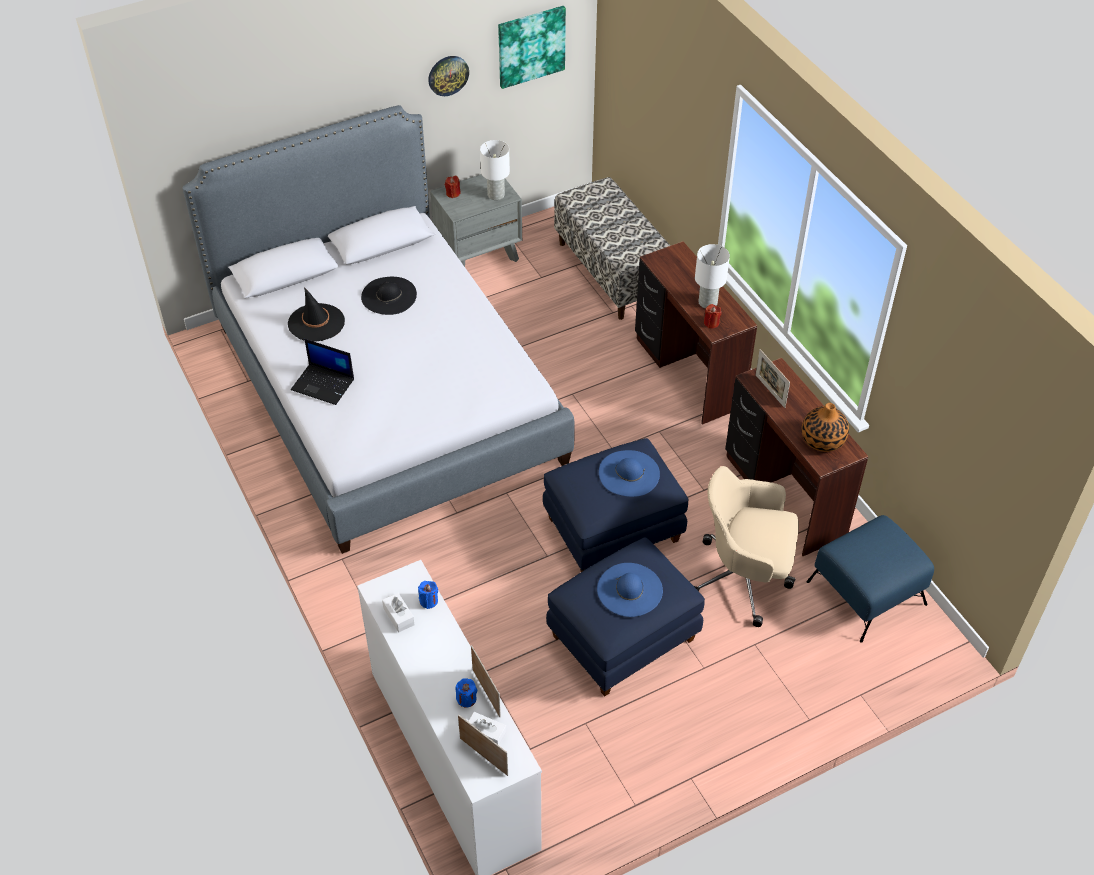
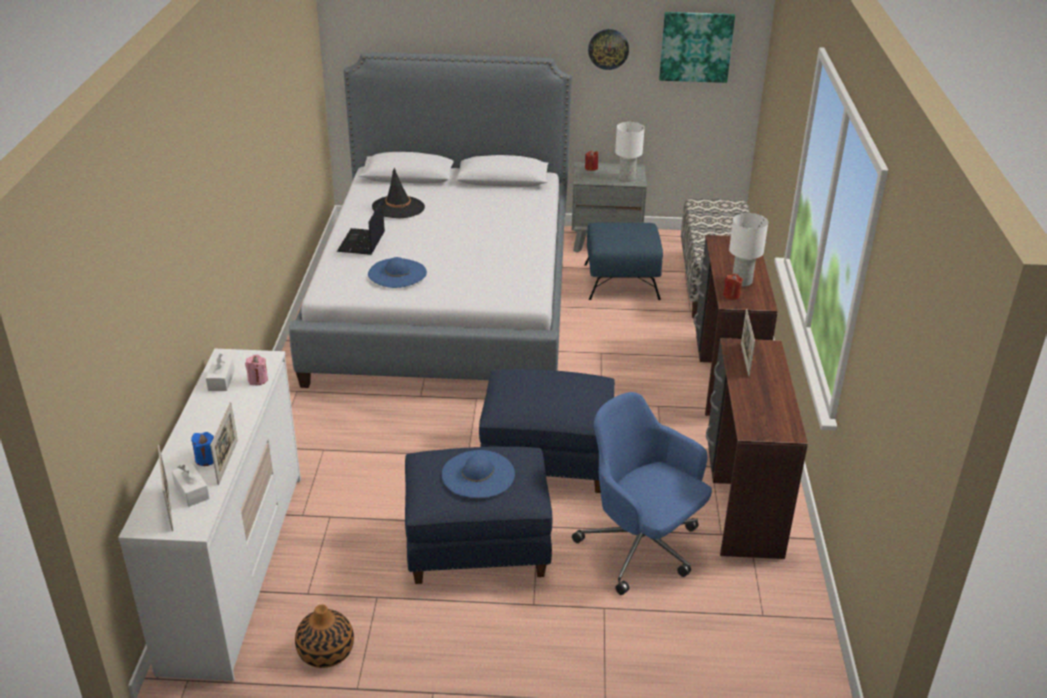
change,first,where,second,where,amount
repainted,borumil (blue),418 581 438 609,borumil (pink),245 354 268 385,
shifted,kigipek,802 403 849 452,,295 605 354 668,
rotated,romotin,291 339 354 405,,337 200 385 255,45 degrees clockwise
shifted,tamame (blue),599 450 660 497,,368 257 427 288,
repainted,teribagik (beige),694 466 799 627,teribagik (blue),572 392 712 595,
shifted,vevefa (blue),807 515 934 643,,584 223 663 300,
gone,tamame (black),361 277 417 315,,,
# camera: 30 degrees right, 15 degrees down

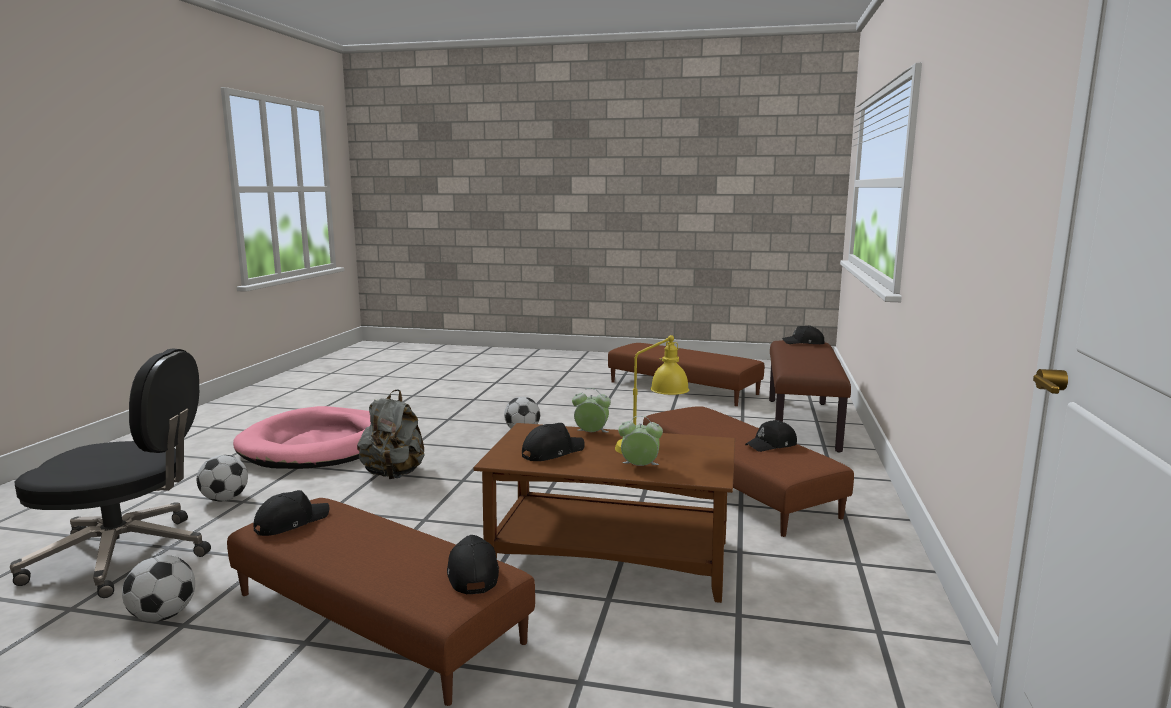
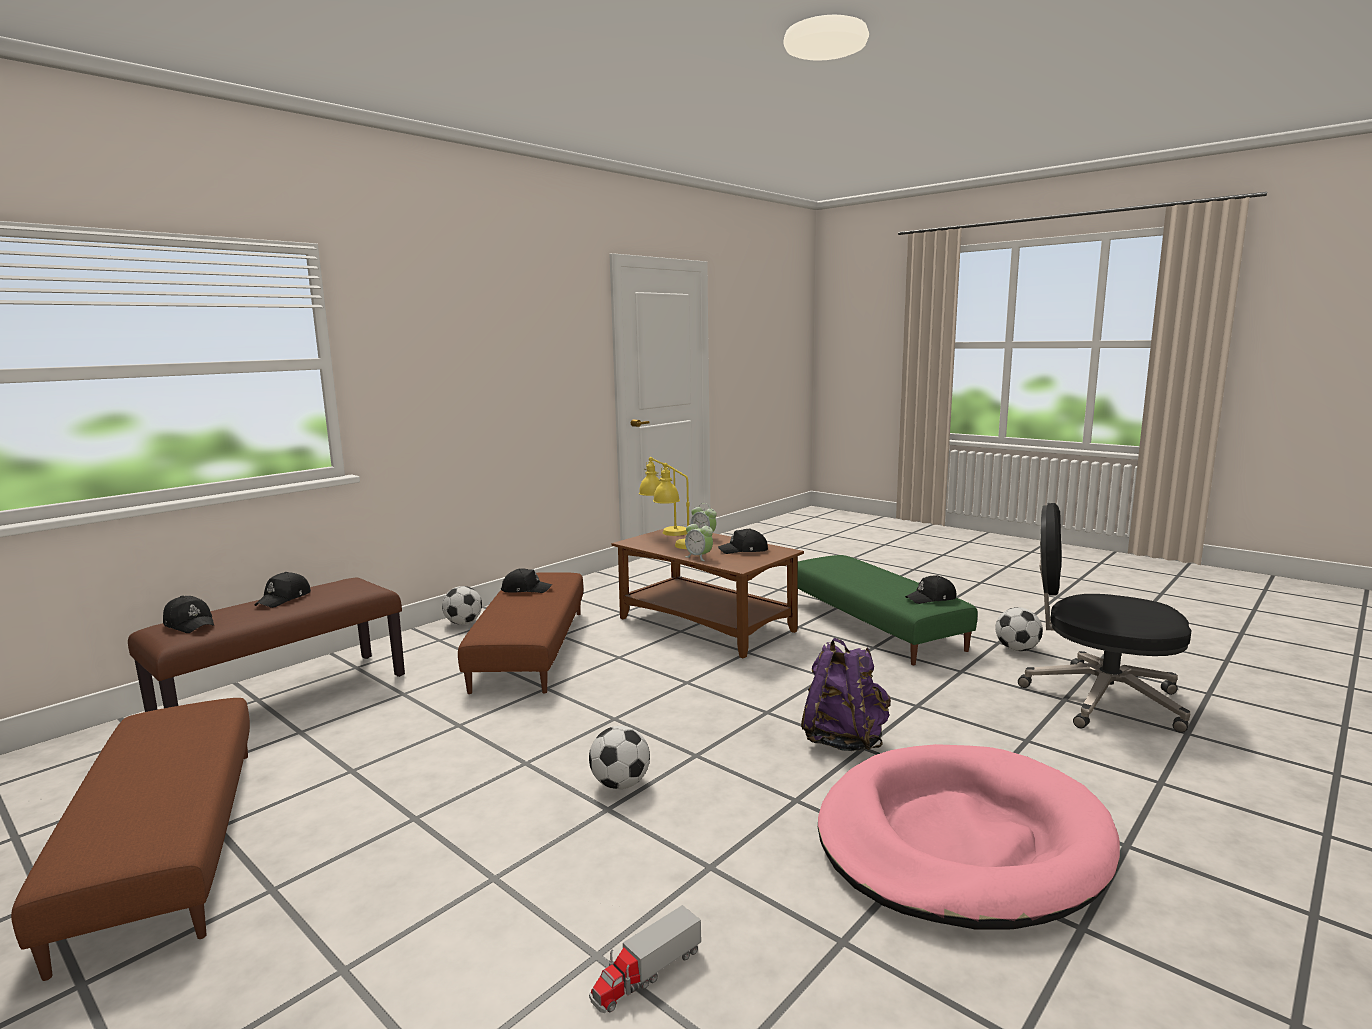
change,first,where,second,where,amount
shifted,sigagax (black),447 535 499 594,,254 572 311 608,
shifted,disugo,197 455 248 501,,442 586 482 625,
new,,,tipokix,589 905 701 1013,
new,,,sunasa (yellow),639 457 687 536,
repainted,vevefa (brown),227 498 535 706,vevefa (green),797 555 977 665,
repainted,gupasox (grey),357 389 425 479,gupasox (purple),801 638 891 751,
# camera: 150 degrees left, 0 degrees up

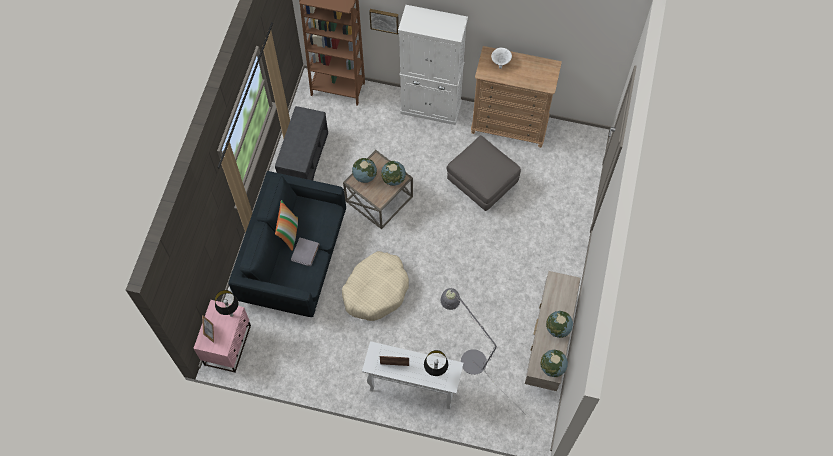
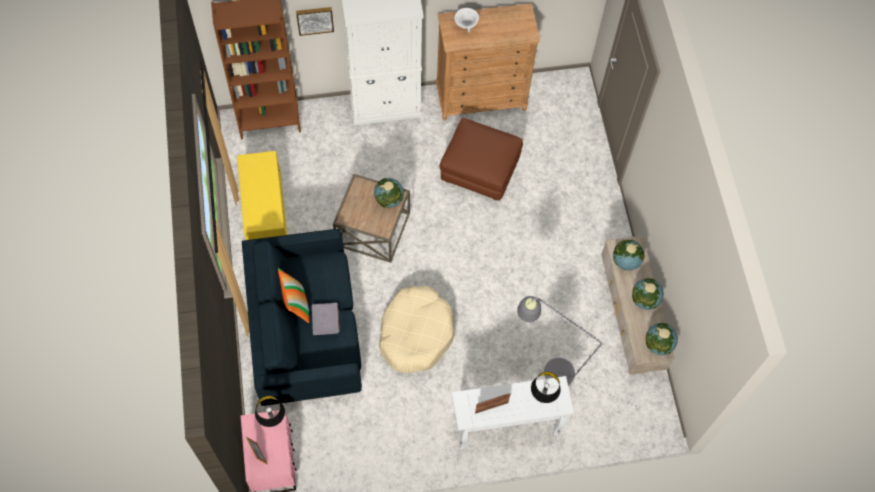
change,first,where,second,where,amount
repainted,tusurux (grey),275 106 328 180,tusurux (yellow),237 151 287 240,
repainted,vevefa (grey),446 135 521 211,vevefa (brown),440 118 523 201,
shifted,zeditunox,352 158 377 183,,613 240 645 270,
# camera: 25 degrees left, 0 degrees up

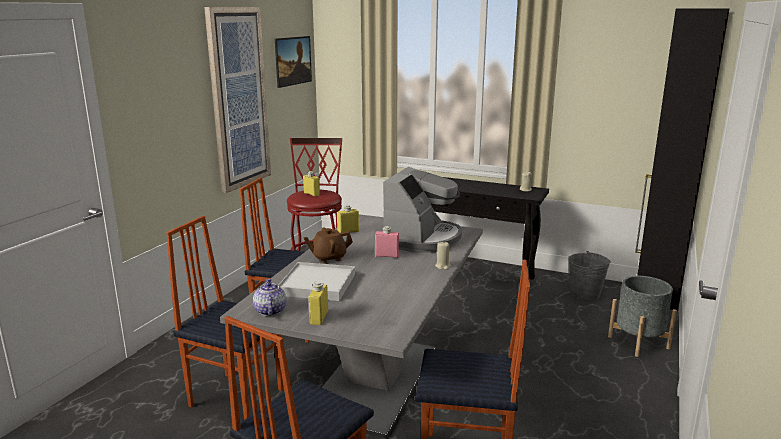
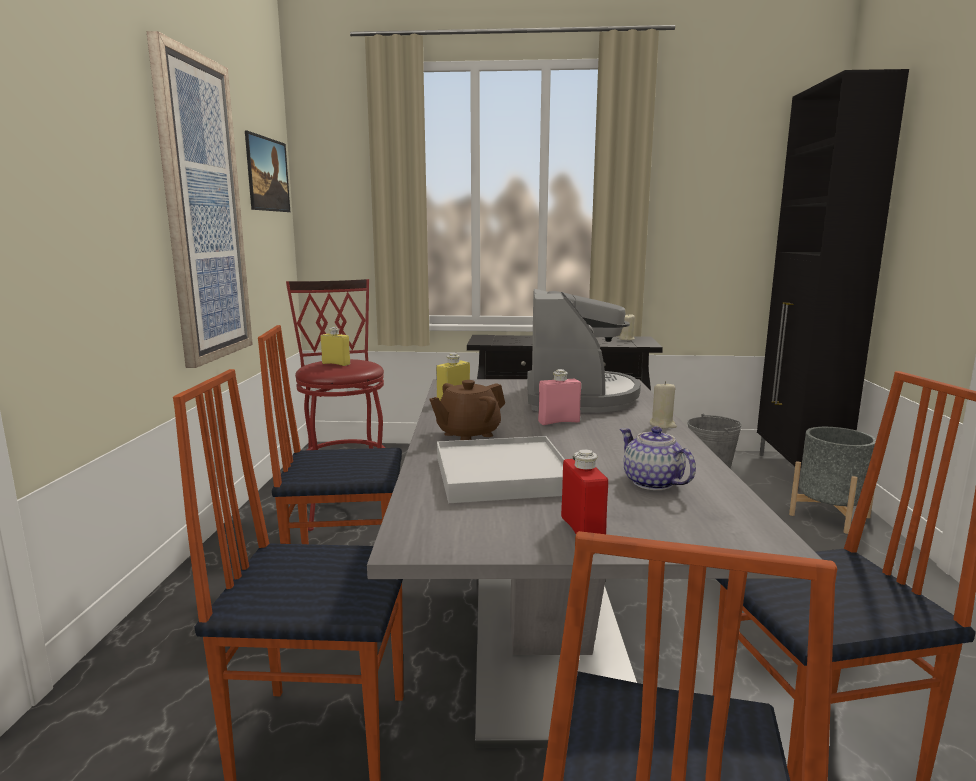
change,first,where,second,where,amount
repainted,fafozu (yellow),309 281 328 325,fafozu (red),561 449 608 534,
shifted,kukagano,253 279 286 316,,620 427 696 490,
# camera: 20 degrees left, 5 degrees down

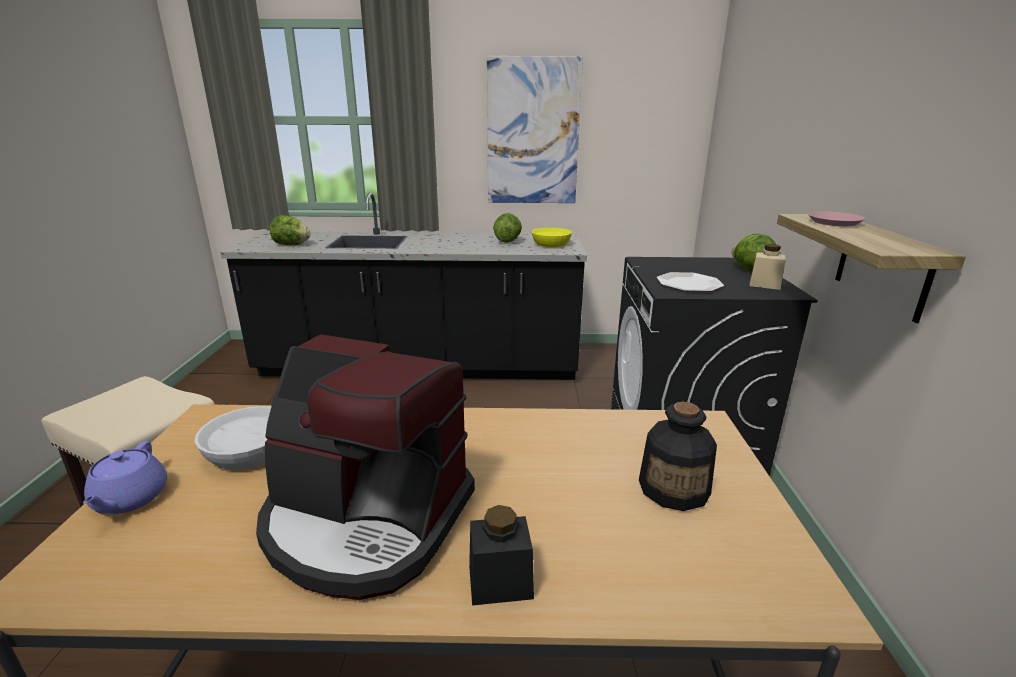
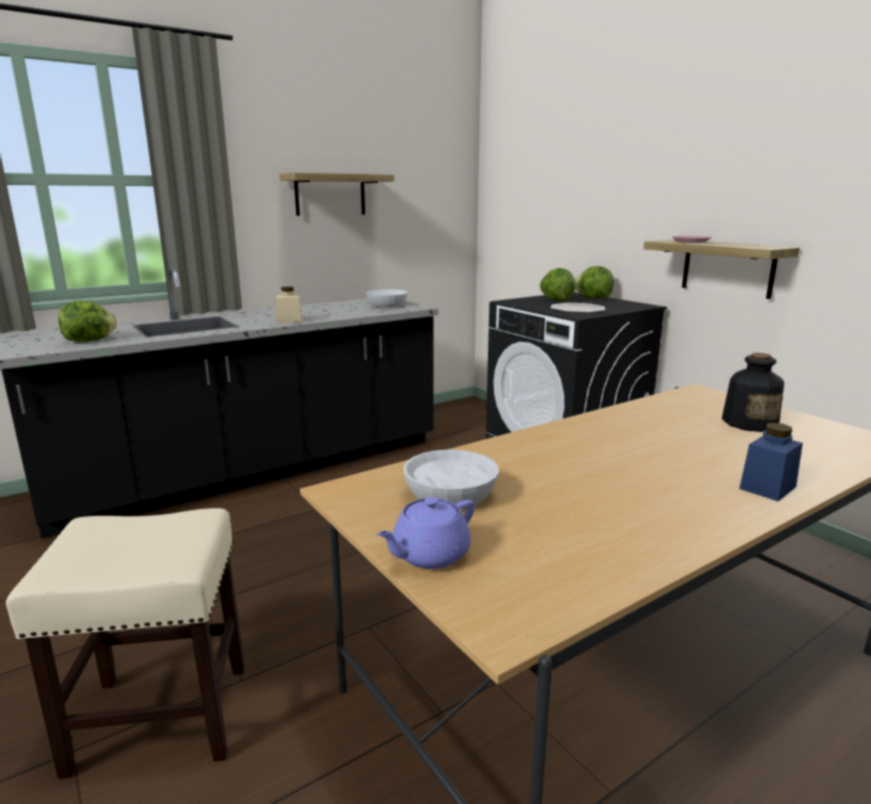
change,first,where,second,where,amount
shifted,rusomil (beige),749 244 786 290,,276 286 302 324,
swapped,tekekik,487 56 583 203,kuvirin,279 173 394 216,
repainted,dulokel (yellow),532 228 572 247,dulokel (white),366 289 408 308,
rotated,kukagano (purple),83 441 167 514,,376 497 475 569,90 degrees clockwise
shifted,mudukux,493 213 522 243,,539 268 576 301,
repainted,rusomil (black),469 505 534 606,rusomil (blue),739 423 803 501,
gone,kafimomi,256 334 475 600,,,
# camera: 35 degrees left, 5 degrees down

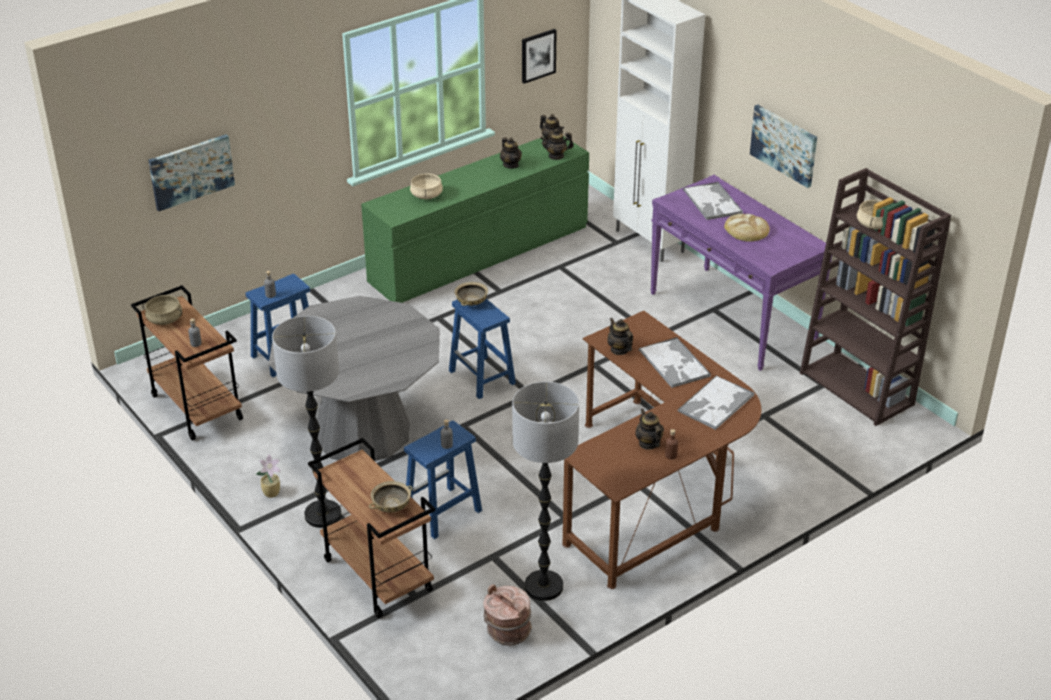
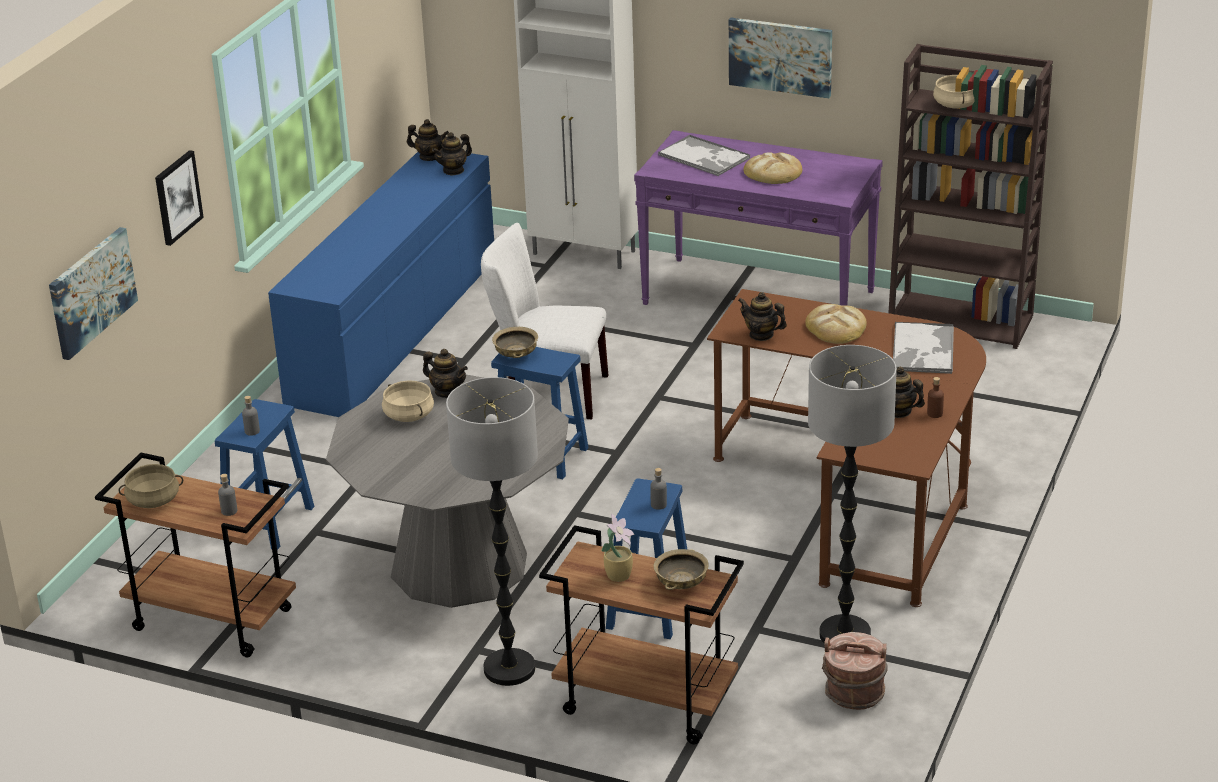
change,first,where,second,where,amount
shifted,tekekik,522 29 557 84,,155 150 204 246,
repainted,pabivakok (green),361 136 589 303,pabivakok (blue),268 152 494 417,
shifted,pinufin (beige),410 173 443 199,,382 380 434 422,
shifted,kukagano,500 137 522 169,,423 349 468 398,
new,,,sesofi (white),481 223 608 419,
shifted,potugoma,256 454 280 498,,601 514 634 582,
swapped,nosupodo,639 337 711 388,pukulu,805 304 867 344,
# camera: 30 degrees left, 5 degrees down

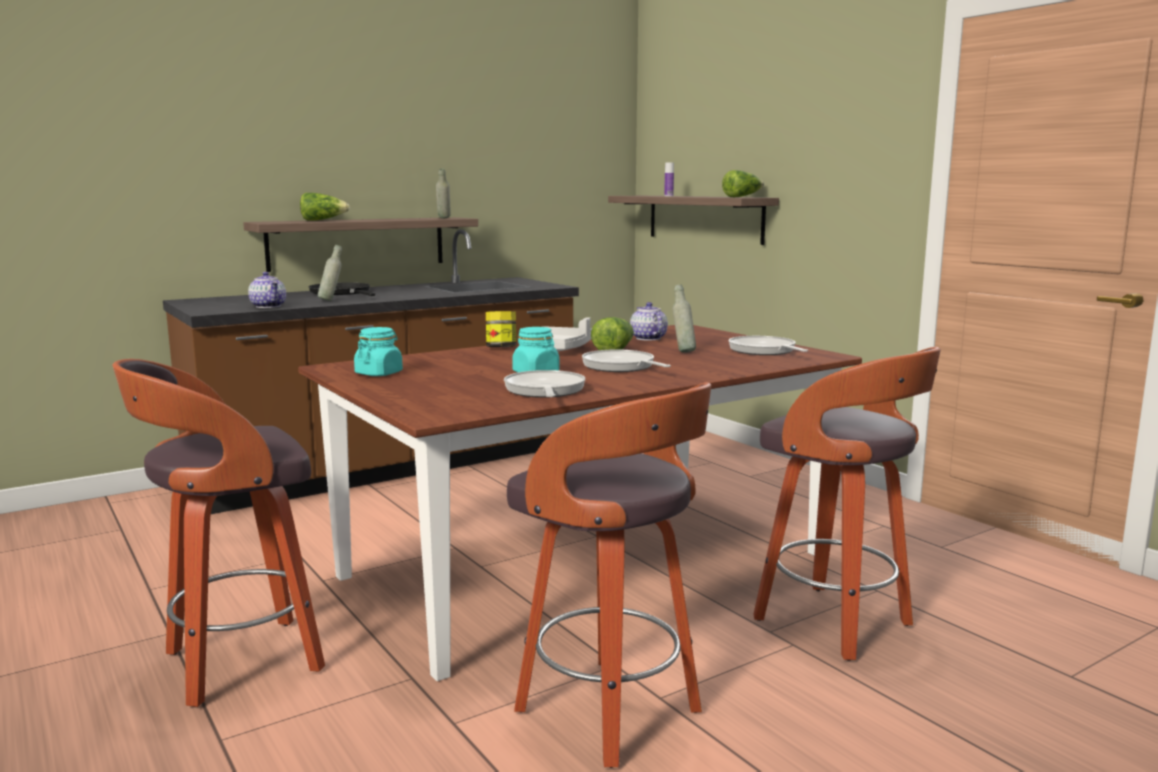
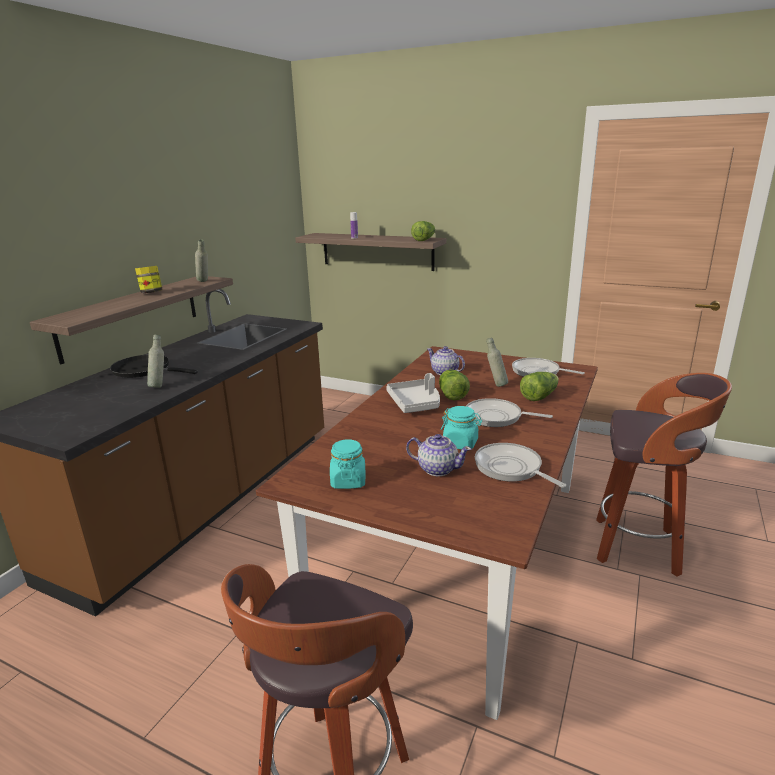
change,first,where,second,where,amount
shifted,rusomil,486 311 516 347,,135 266 163 293,
shifted,kukagano,248 272 286 308,,406 434 471 476,
shifted,mudukux,300 193 350 221,,520 372 559 401,
gone,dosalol,507 382 711 768,,,
# camera: 30 degrees left, 10 degrees up

